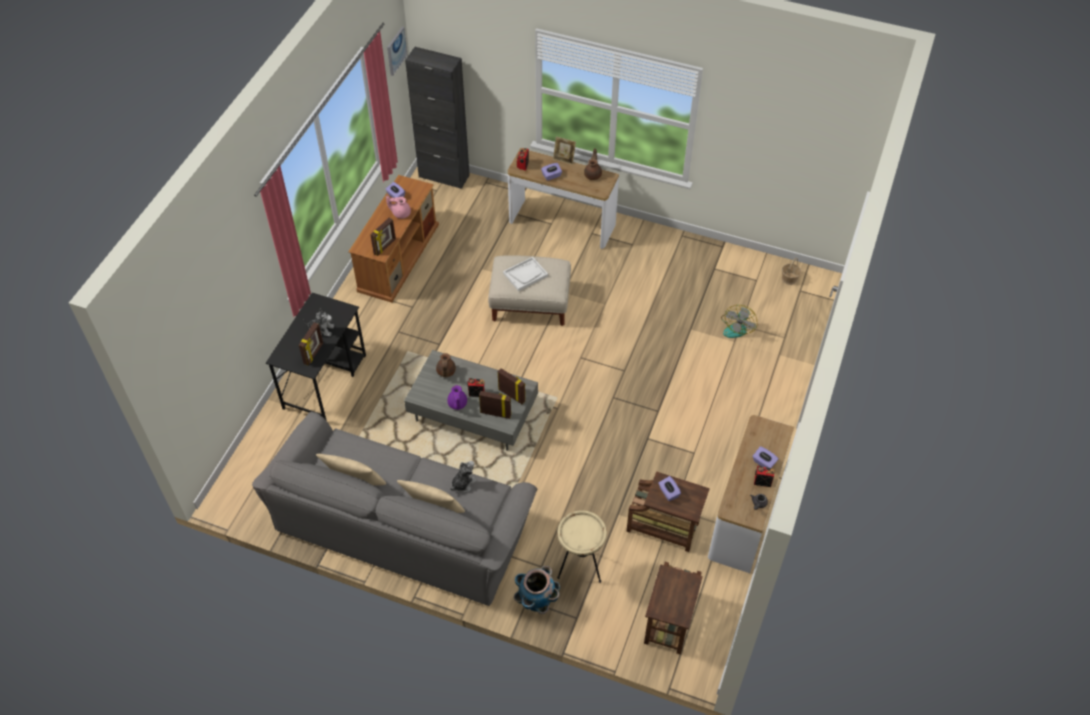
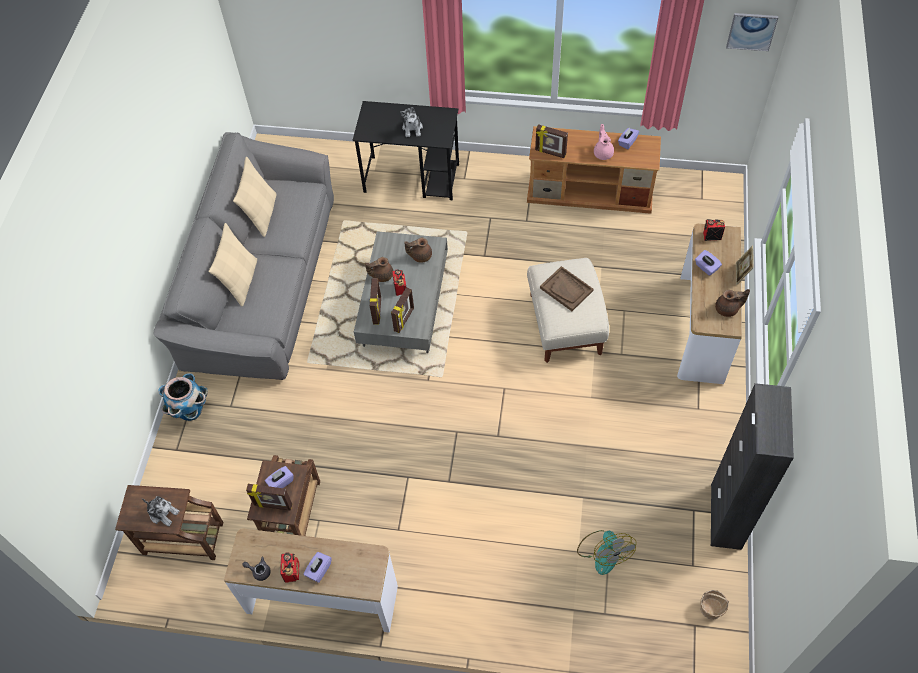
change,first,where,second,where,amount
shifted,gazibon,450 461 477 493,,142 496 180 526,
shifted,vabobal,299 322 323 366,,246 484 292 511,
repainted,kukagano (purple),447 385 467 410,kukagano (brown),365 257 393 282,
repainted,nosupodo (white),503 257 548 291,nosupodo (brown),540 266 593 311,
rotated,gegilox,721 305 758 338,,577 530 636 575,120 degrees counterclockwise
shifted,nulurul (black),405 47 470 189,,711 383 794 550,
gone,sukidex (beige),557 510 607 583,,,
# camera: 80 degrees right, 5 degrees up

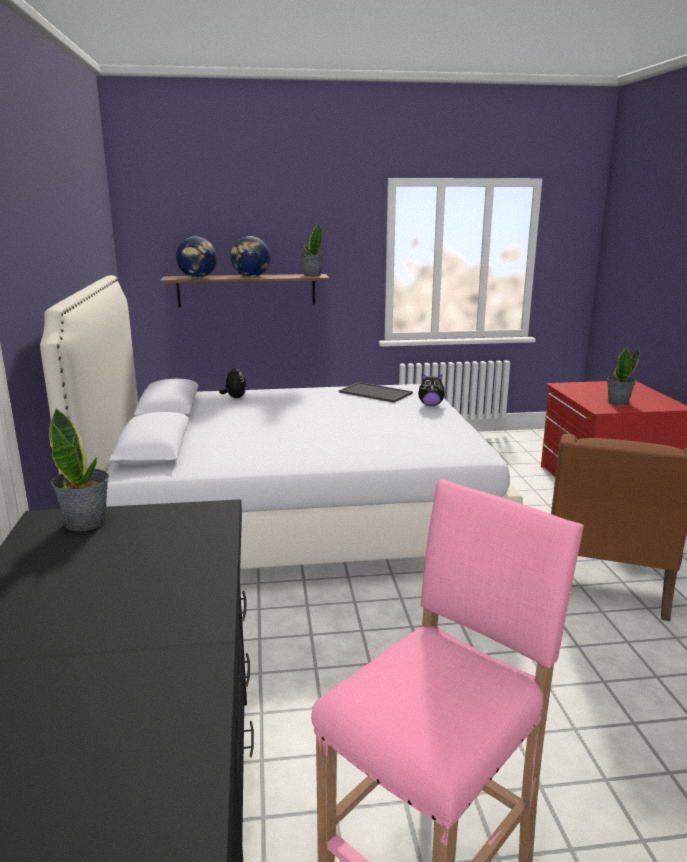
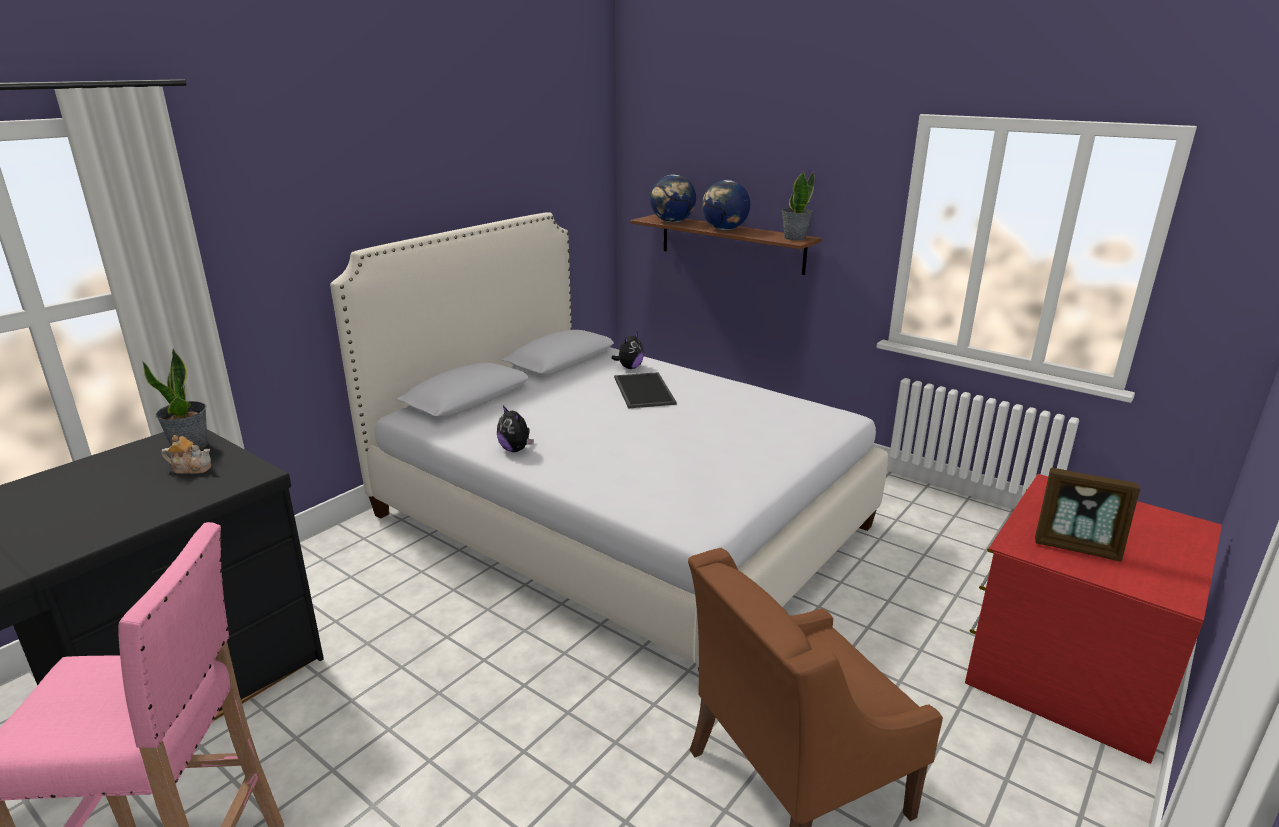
change,first,where,second,where,amount
new,,,kukagano,162 435 211 474,
shifted,gazibon,418 374 446 406,,497 405 534 452,
shifted,nosupodo,339 382 413 403,,614 372 677 409,
swapped,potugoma,607 346 640 406,vabobal,1035 467 1140 562,
# camera: 45 degrees right, 5 degrees up

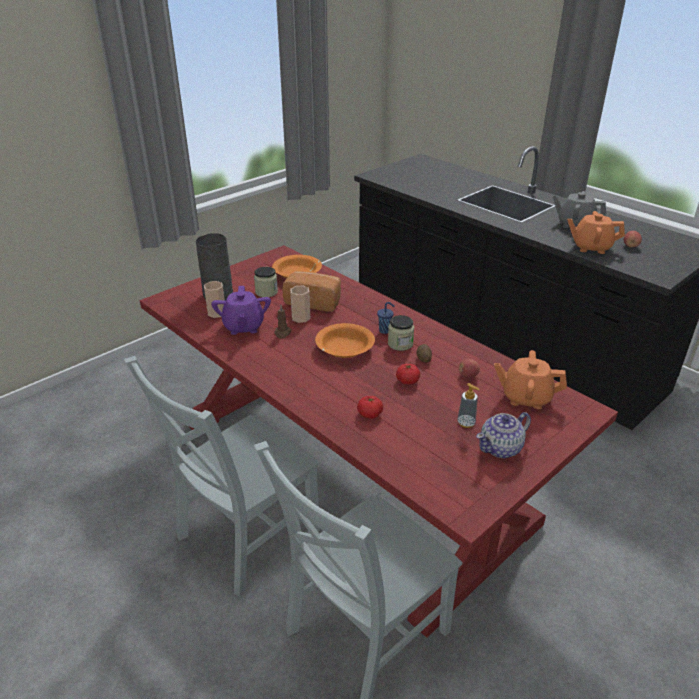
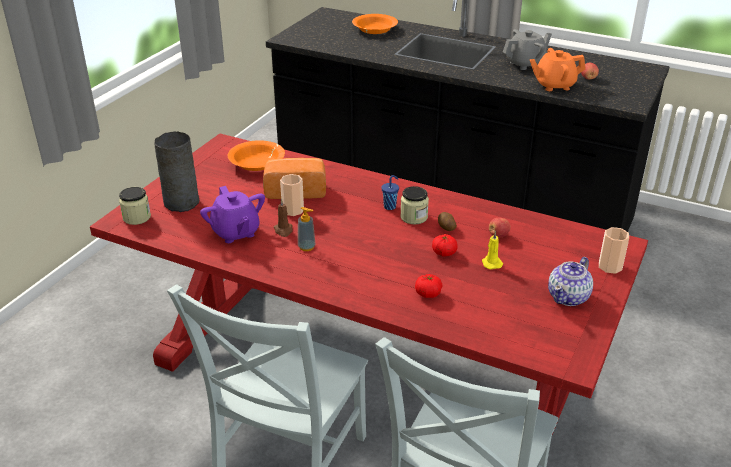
change,first,where,second,where,amount
shifted,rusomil,254 267 278 297,,119 187 151 225,
shifted,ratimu,457 383 480 428,,298 207 316 251,
shifted,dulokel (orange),315 323 375 358,,352 14 398 34,
new,,,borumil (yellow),482 231 503 269,
rotated,kukagano (grey),553 191 606 228,,503 29 552 70,150 degrees clockwise
shifted,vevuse,204 281 225 318,,599 227 629 274,
gone,kukagano (orange),494 350 567 409,,,
# camera: 20 degrees left, 0 degrees up

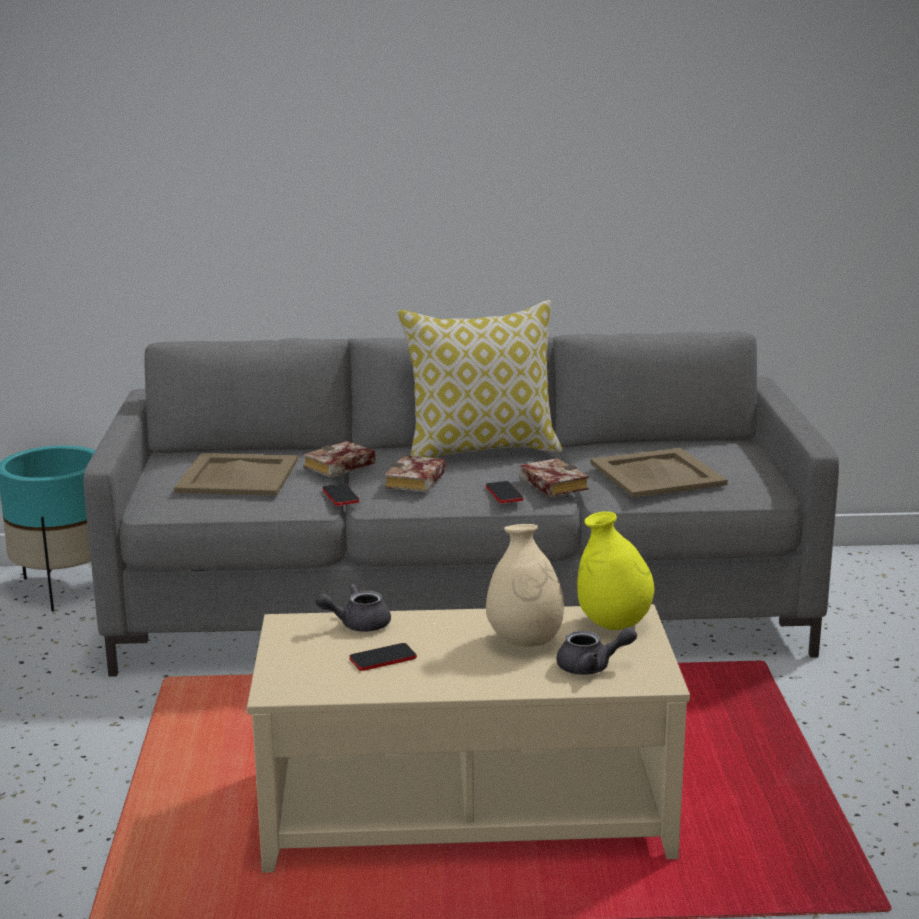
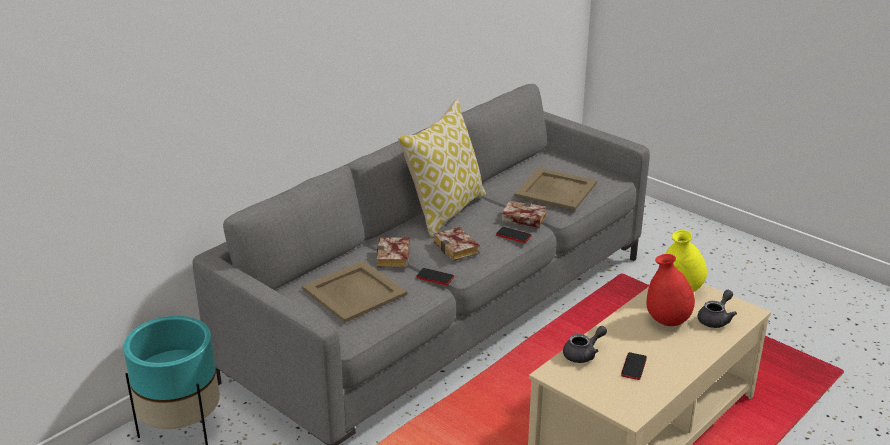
change,first,where,second,where,amount
rotated,kukagano (grey),315 584 391 632,,563 326 607 363,150 degrees counterclockwise
repainted,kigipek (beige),486 524 564 647,kigipek (red),647 254 695 326,
# camera: 45 degrees left, 10 degrees up

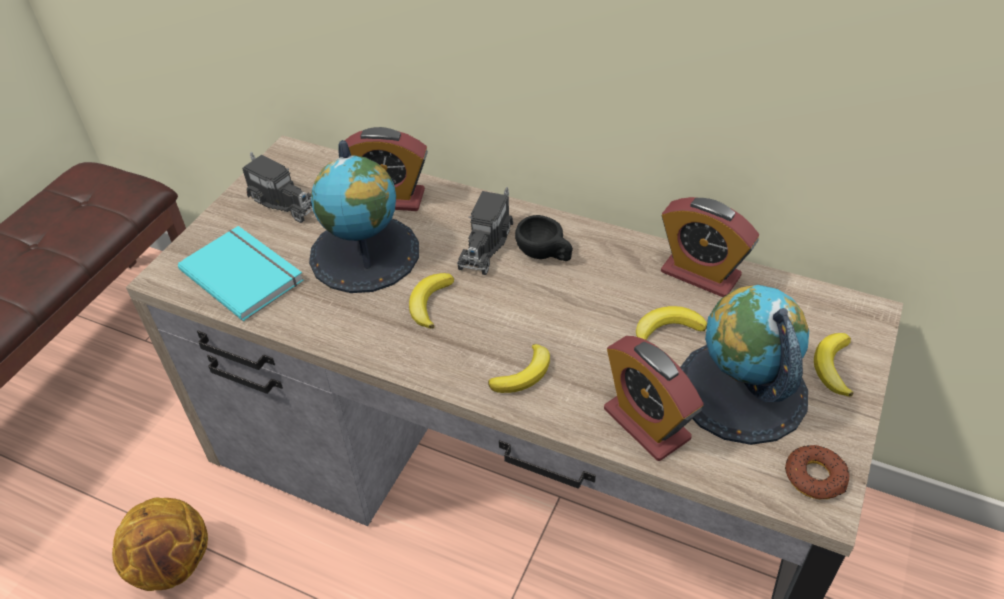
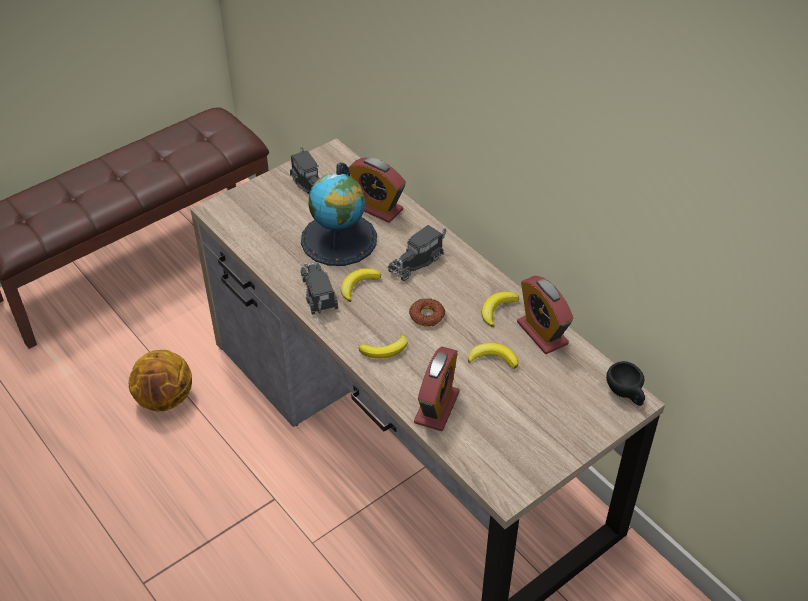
change,first,where,second,where,amount
new,,,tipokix,300 261 338 315,
shifted,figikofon,785 445 849 499,,409 298 445 327,
rotated,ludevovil,604 336 704 461,,414 347 460 431,150 degrees counterclockwise
shifted,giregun,814 333 854 397,,481 291 519 327,
shifted,vevuse (black),515 215 573 261,,606 361 645 406,
gone,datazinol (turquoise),178 226 304 321,,,
gone,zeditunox,680 285 809 445,,,
# camera: 25 degrees right, 0 degrees up

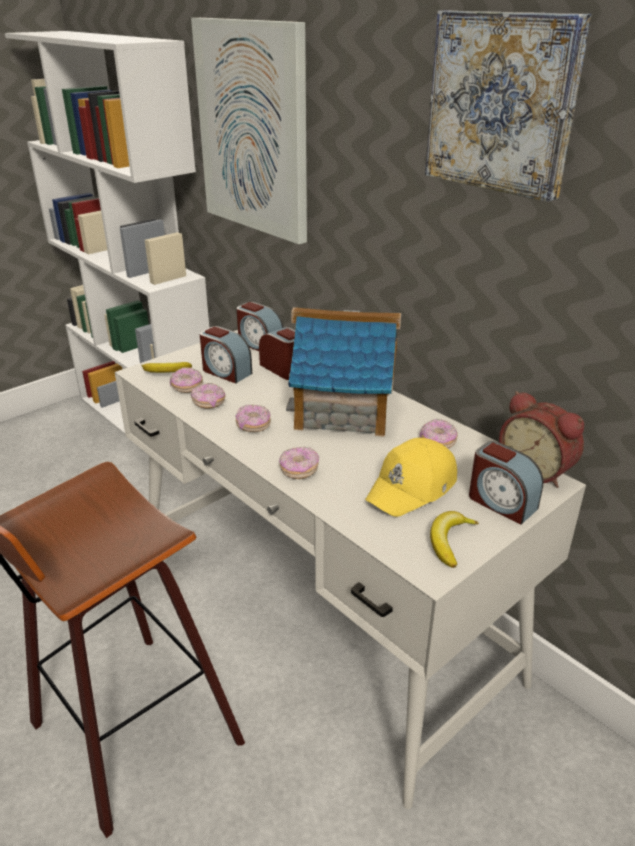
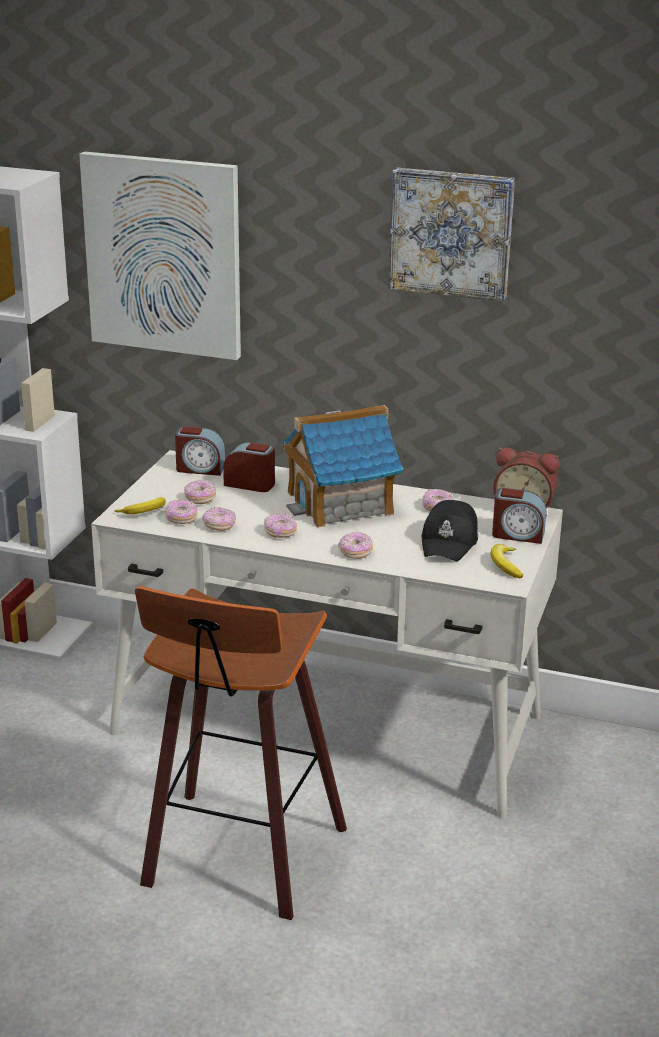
change,first,where,second,where,amount
swapped,ludevovil,200 326 252 383,figikofon,184 480 216 504,
repainted,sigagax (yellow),365 438 457 517,sigagax (black),421 500 478 561,
# camera: 30 degrees left, 5 degrees down

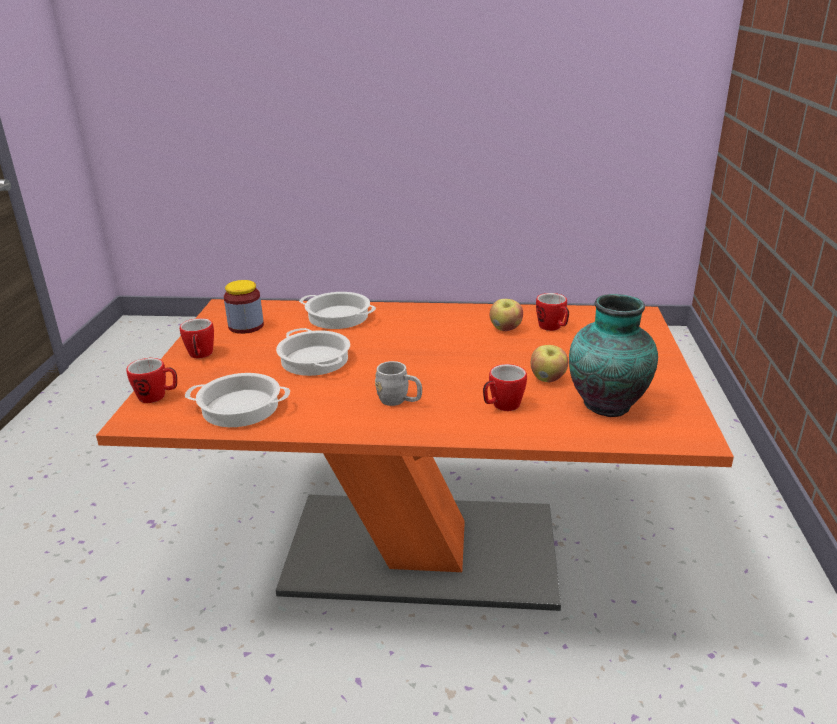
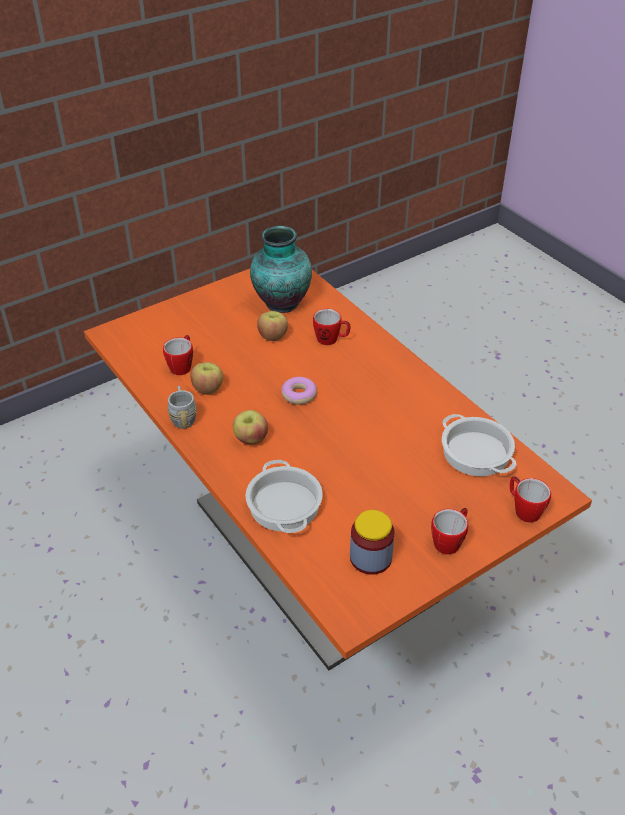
change,first,where,second,where,amount
shifted,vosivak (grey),375 361 422 406,,168 386 197 429,
new,,,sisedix,233 410 268 444,
new,,,figikofon,281 377 317 405,
gone,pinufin,276 328 350 376,,,
# camera: 130 degrees left, 15 degrees up

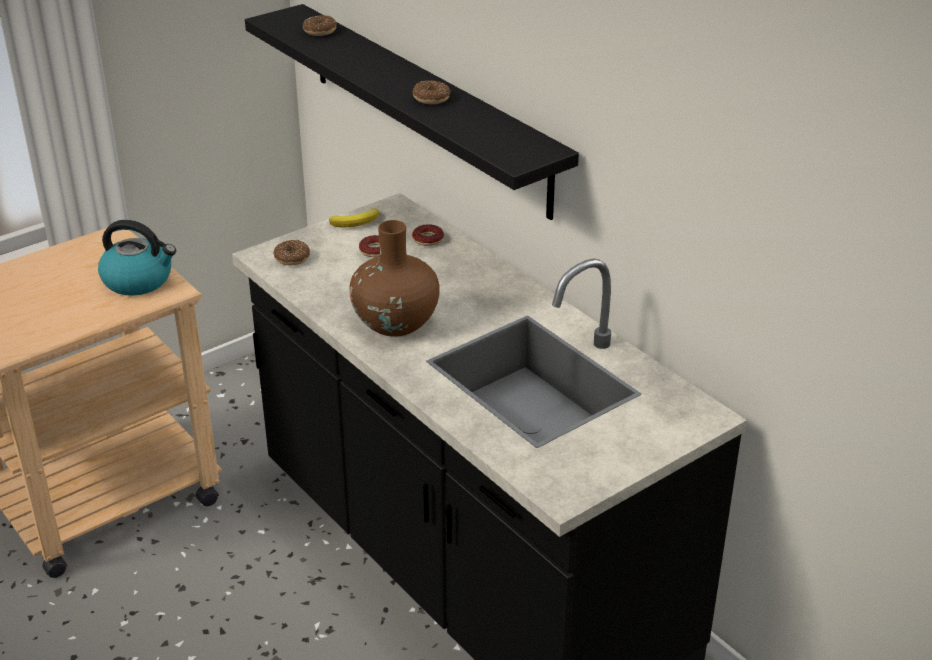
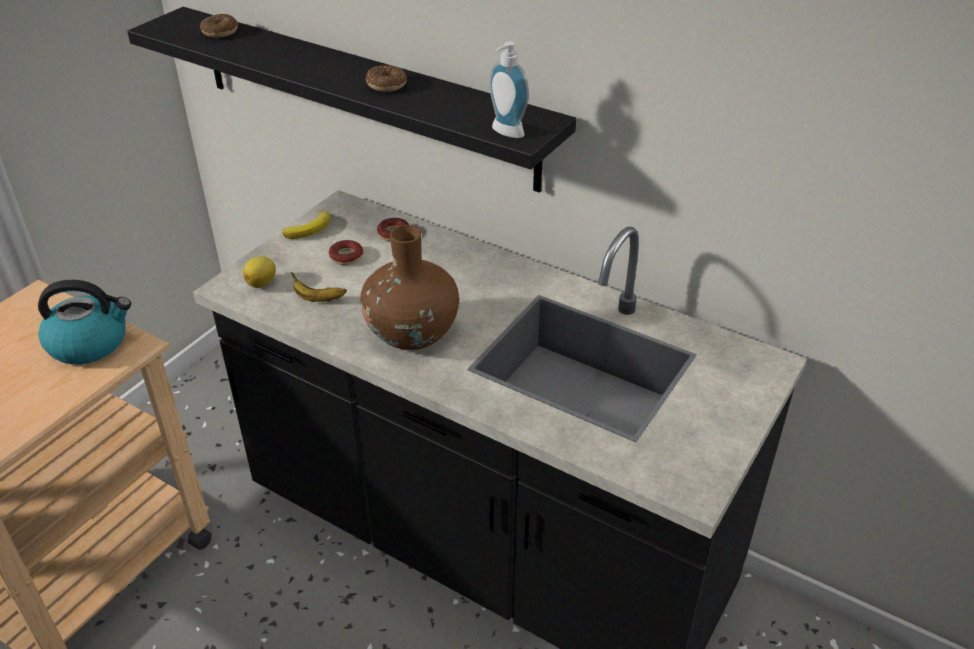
change,first,where,second,where,amount
swapped,figikofon,273 240 310 265,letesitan,243 256 276 288,
new,,,giregun,291 272 347 302,
new,,,ratimu,489 41 529 138,
# camera: 20 degrees left, 5 degrees up

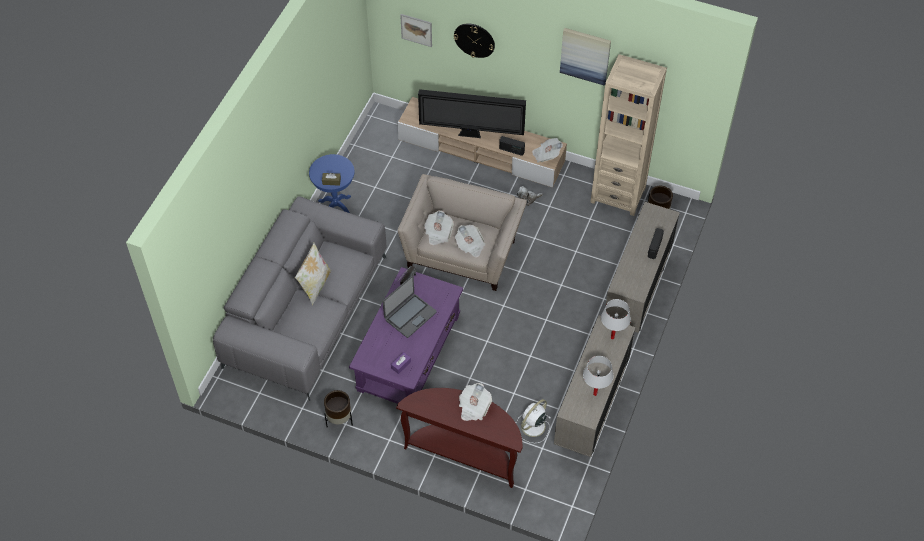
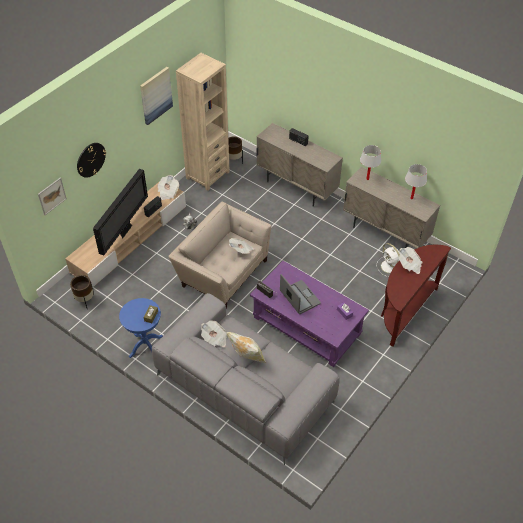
change,first,where,second,where,amount
shifted,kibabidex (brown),324 390 353 427,,70 275 94 310,
shifted,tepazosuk,424 211 454 245,,201 320 227 347,
# camera: 75 degrees left, 5 degrees down

